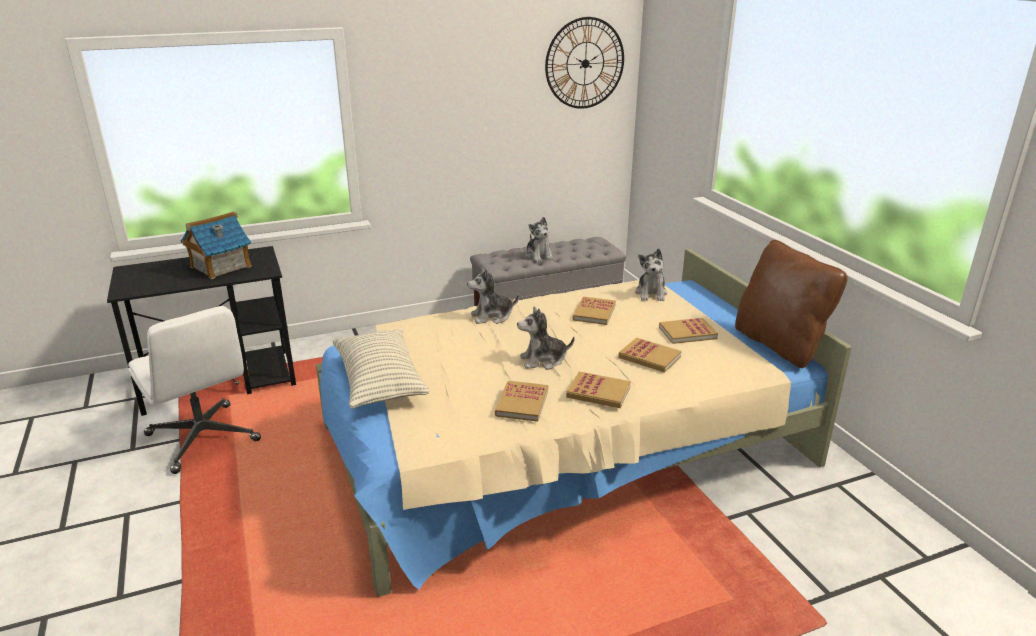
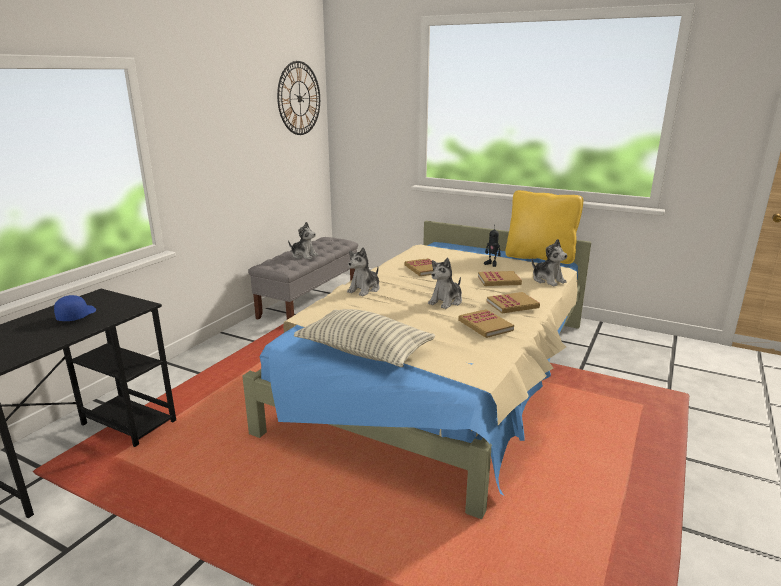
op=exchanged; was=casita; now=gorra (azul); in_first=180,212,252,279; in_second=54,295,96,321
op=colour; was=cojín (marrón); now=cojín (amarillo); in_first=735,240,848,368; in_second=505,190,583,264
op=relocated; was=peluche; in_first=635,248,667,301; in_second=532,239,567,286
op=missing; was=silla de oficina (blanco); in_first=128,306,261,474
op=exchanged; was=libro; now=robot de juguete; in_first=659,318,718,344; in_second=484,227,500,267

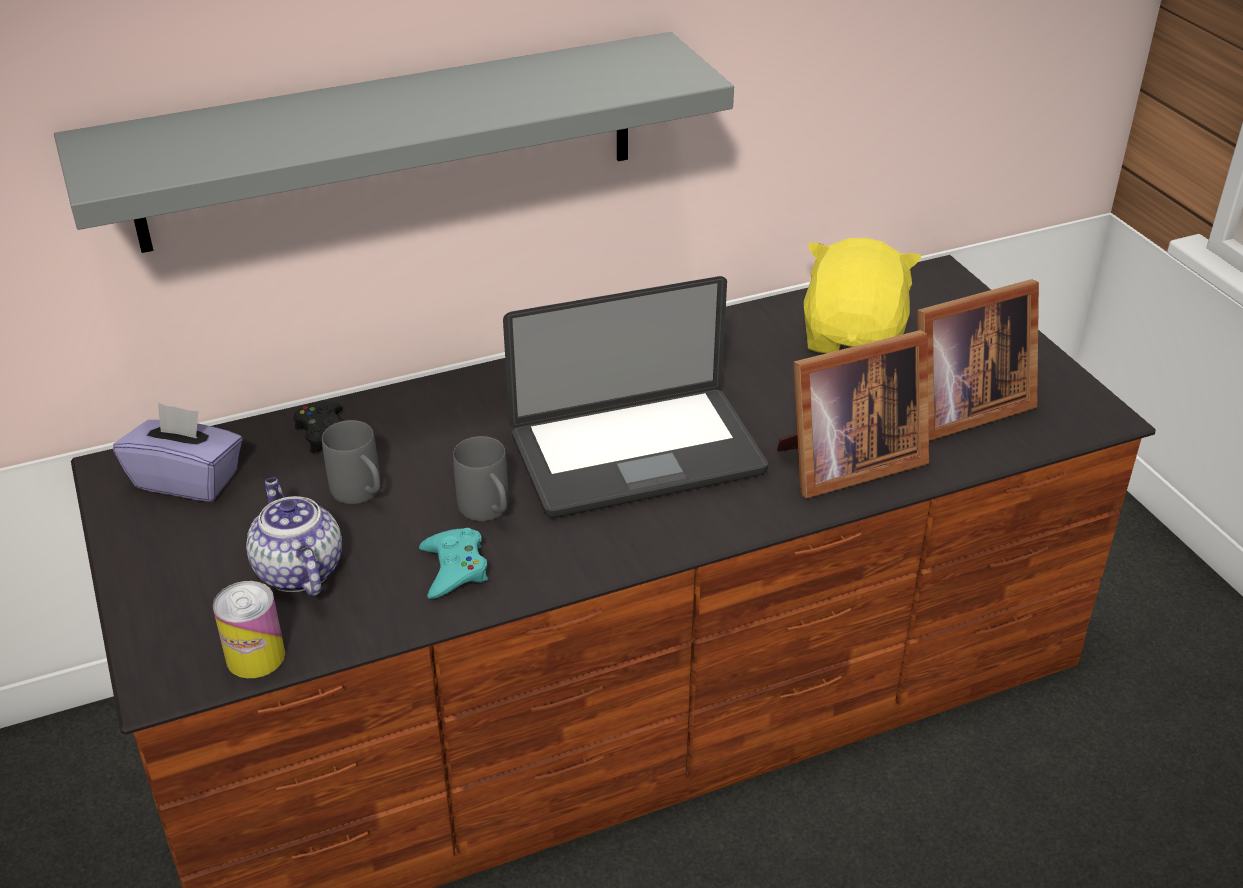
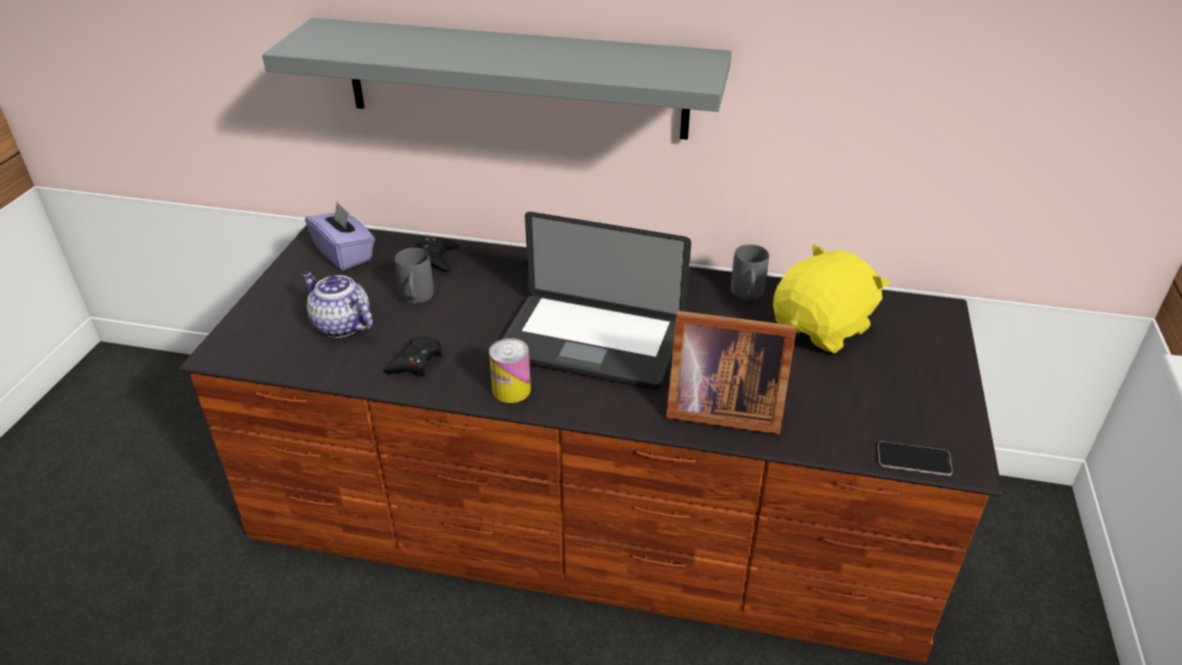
op=missing; was=portarretratos; in_first=917,279,1039,441
op=relocated; was=taza grande (gris); in_first=453,436,509,521; in_second=731,244,769,300
op=spun; was=tetera; in_first=246,478,342,596; in_second=302,272,373,338; clockwise=-60
op=colour; was=mando de consola (turquesa); now=mando de consola (negro); in_first=419,528,488,599; in_second=384,336,443,376
op=relocated; was=lata; in_first=213,581,285,678; in_second=489,338,531,403
op=appeared; now=móvil; in_second=878,441,953,476

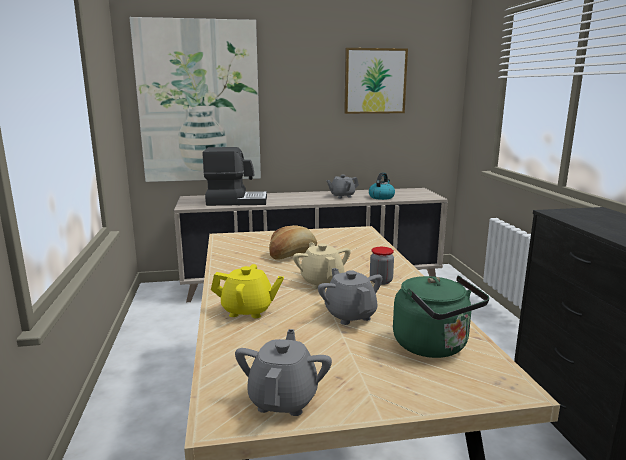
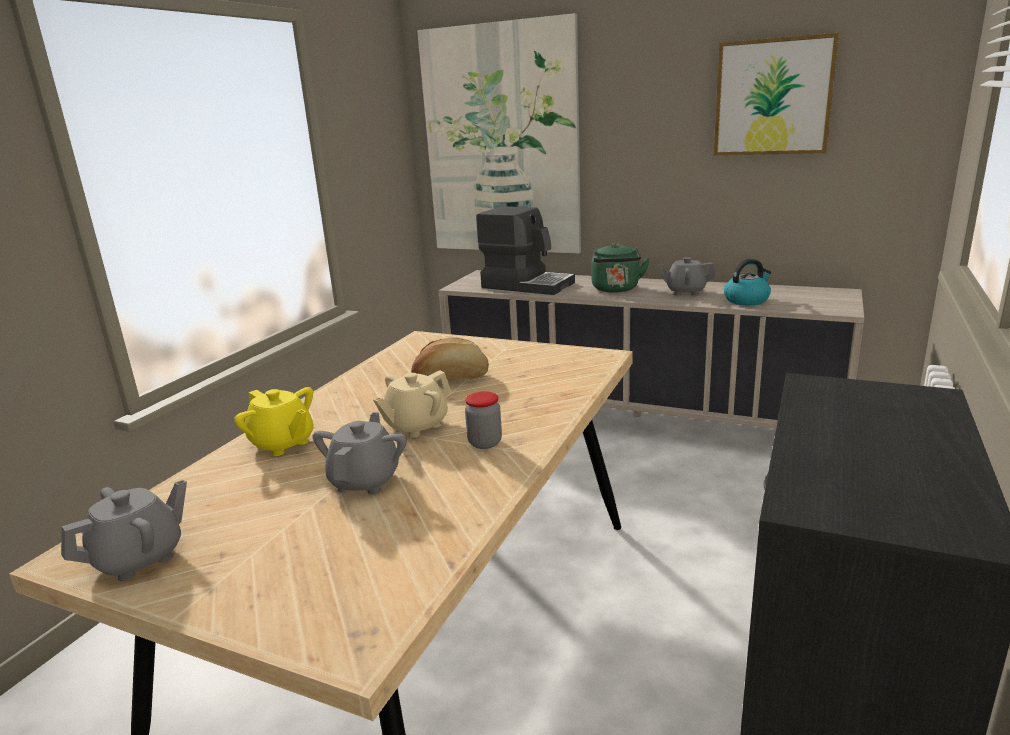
op=spun; was=tetera (beis); in_first=293,243,351,289; in_second=373,370,450,438; clockwise=-150
op=relocated; was=hervidor (verde); in_first=393,276,489,358; in_second=591,243,650,293

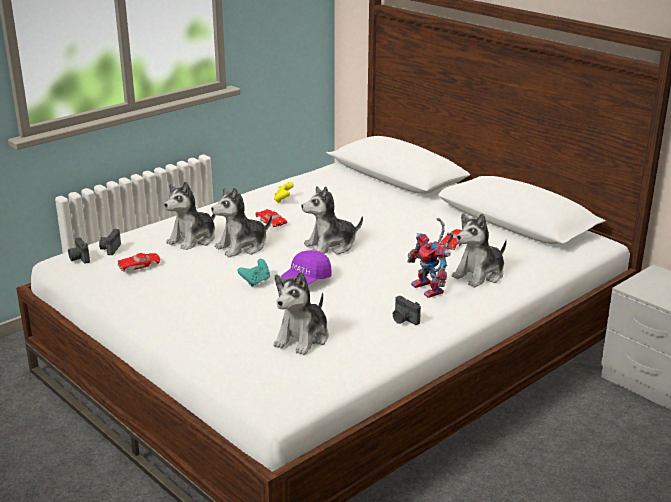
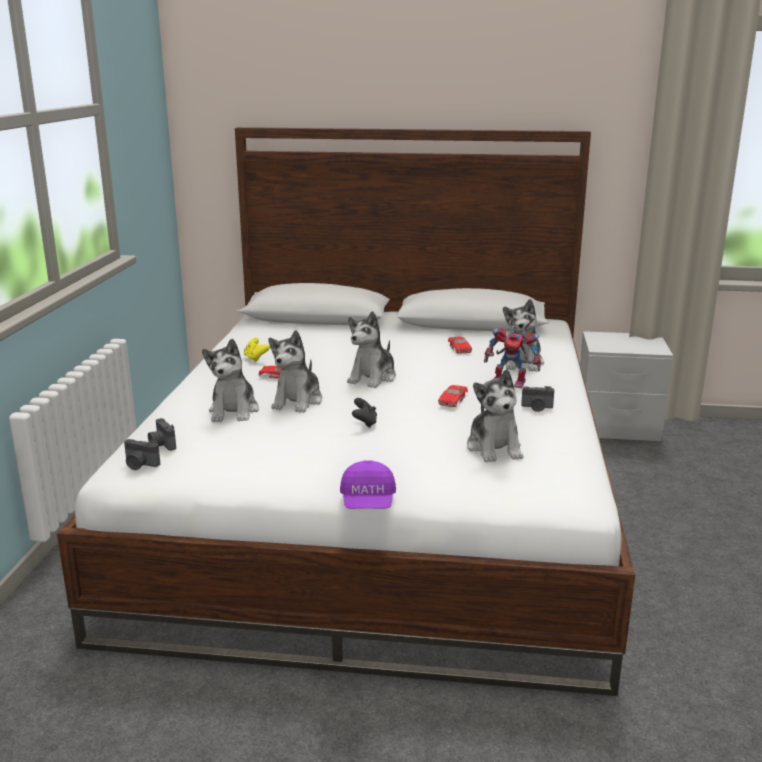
op=relocated; was=gorra (morado); in_first=281,250,332,284; in_second=340,461,396,509
op=relocated; was=coche de juguete (rojo); in_first=117,253,161,272; in_second=438,385,468,407
op=colour; was=mando de consola (turquesa); now=mando de consola (negro); in_first=238,259,270,287; in_second=352,398,377,428

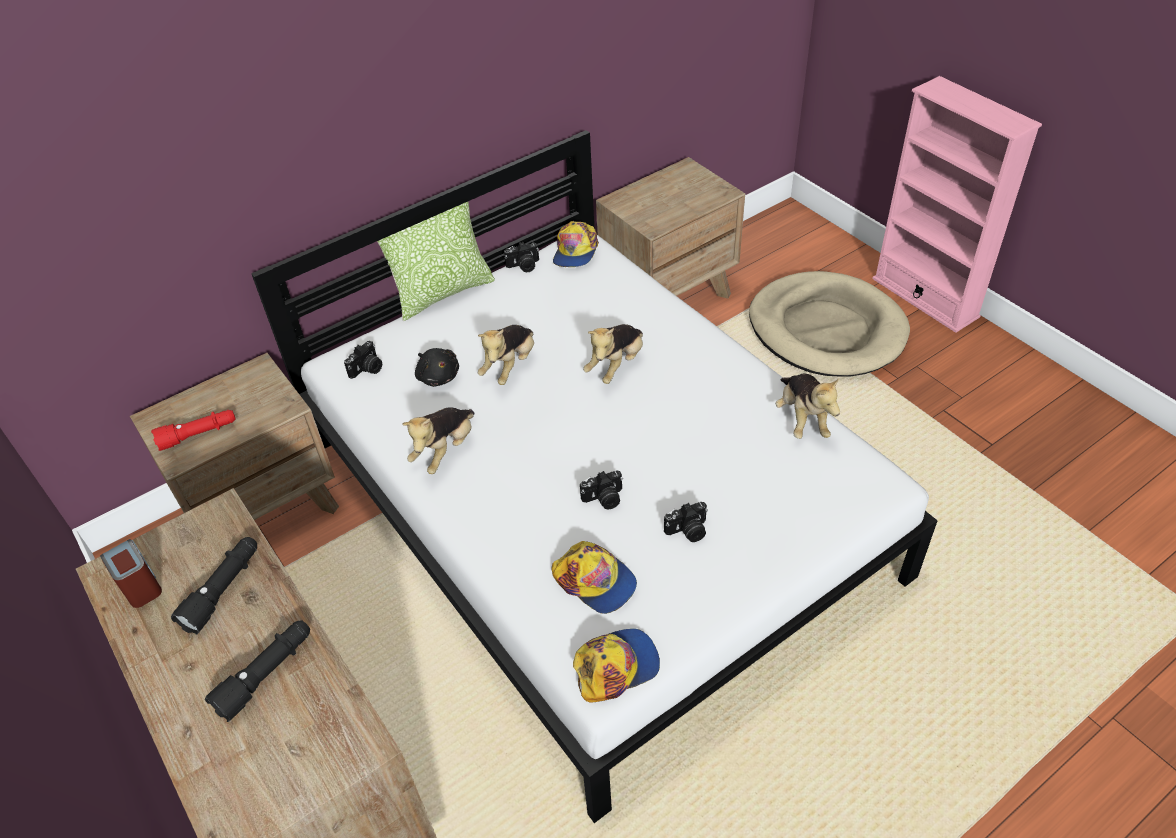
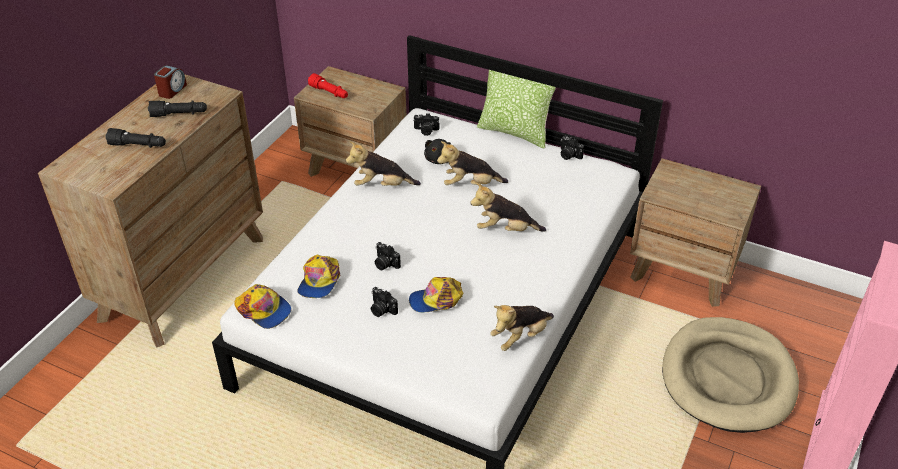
op=relocated; was=gorra; in_first=553,221,599,267; in_second=409,277,463,313

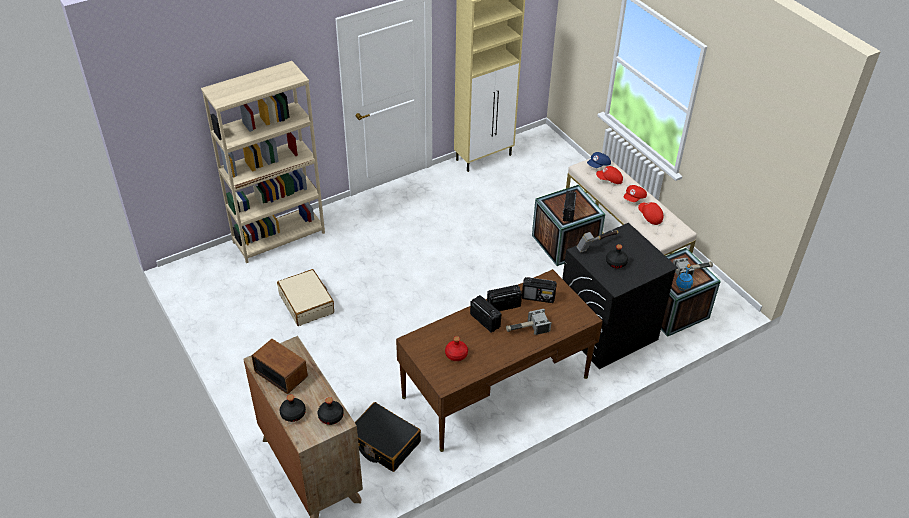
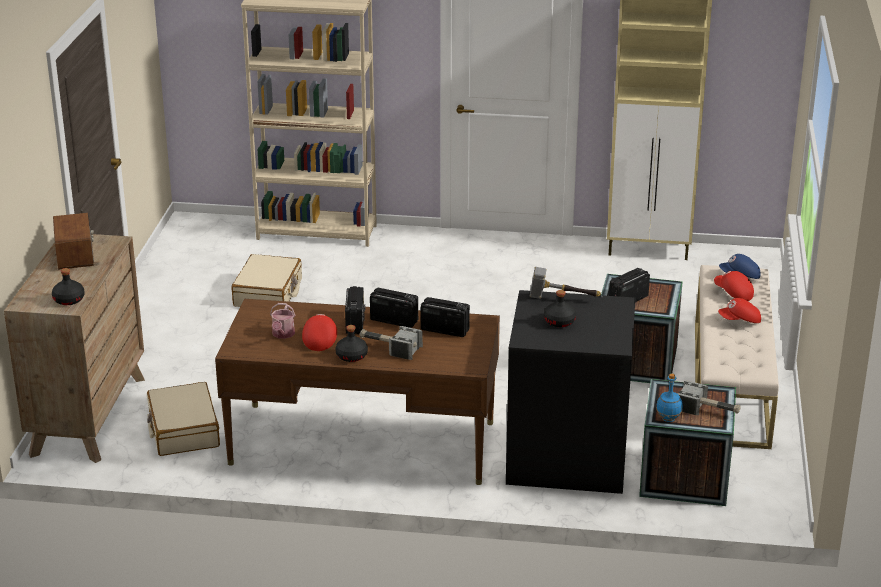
op=relocated; was=gorra (rojo); in_first=638,202,664,225; in_second=302,314,337,351
op=spun; was=radio; in_first=522,277,557,303; in_second=421,297,470,337; clockwise=150
op=exchanged; was=botella (rojo); now=regadera; in_first=445,336,468,361; in_second=270,303,295,339
op=relocated; was=botella (negro); in_first=280,394,306,422; in_second=335,325,368,362
op=colour; was=maleta (negro); now=maleta (beis); in_first=355,402,421,472; in_second=147,382,220,456

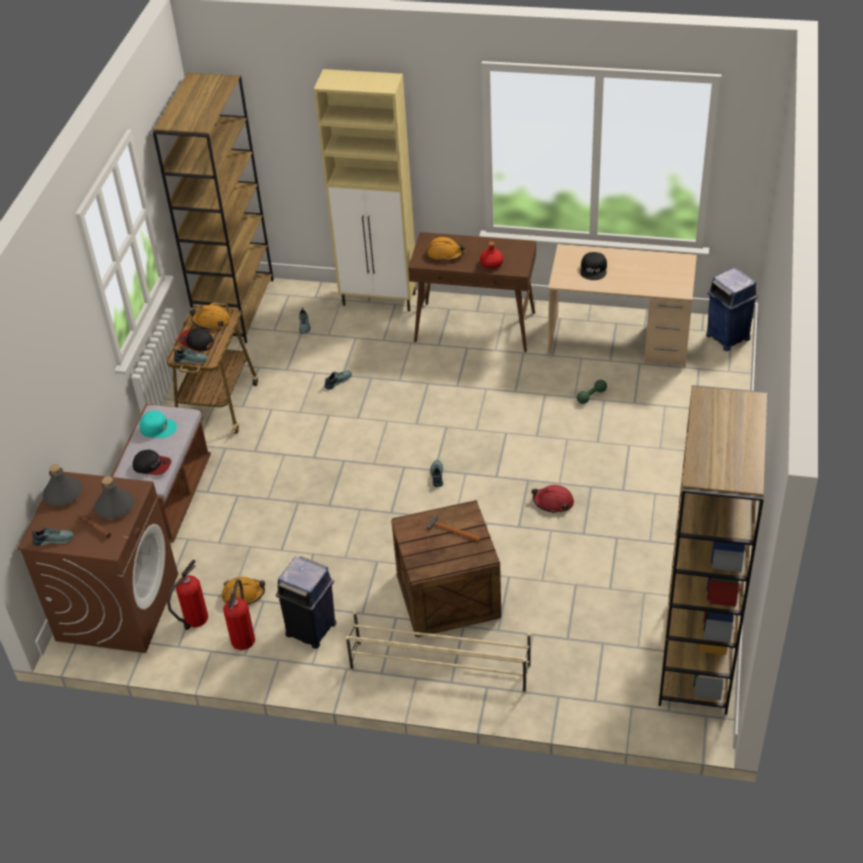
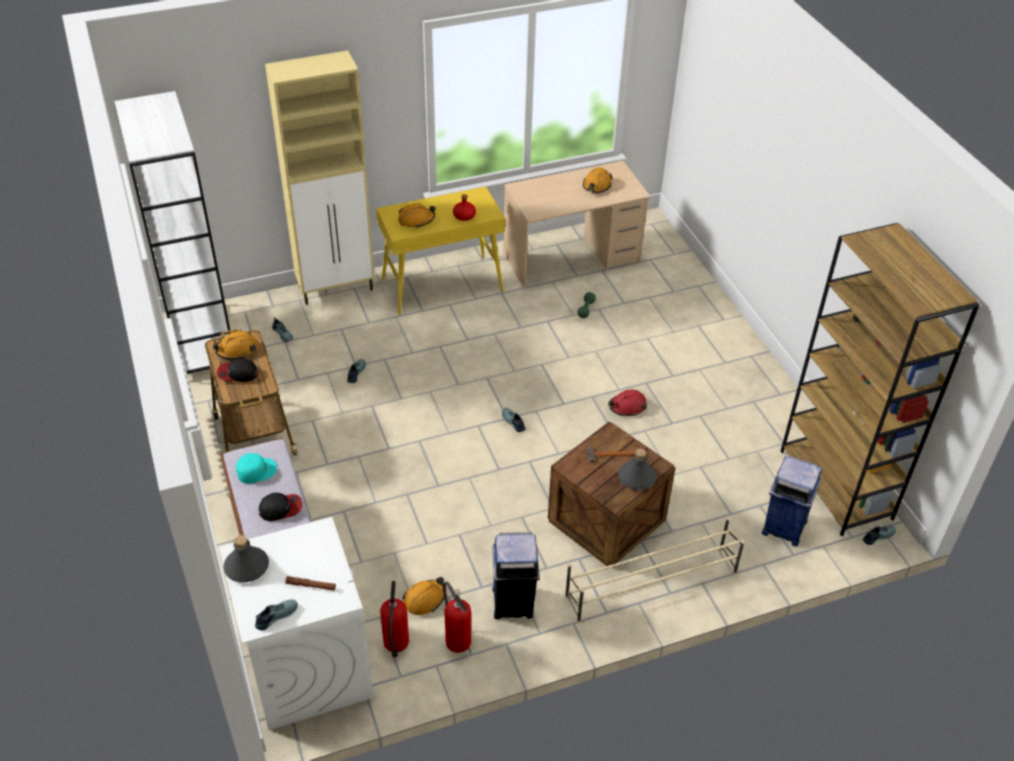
op=colour; was=estantería (marrón); now=estantería (blanco); in_first=153,73,274,343; in_second=114,91,230,374
op=colour; was=mesa consola (marrón); now=mesa consola (amarillo); in_first=408,232,536,352; in_second=376,186,505,315
op=missing; was=gorra (negro); in_first=580,252,607,280
op=relocated; was=papelera (azul); in_first=706,268,758,351; in_second=762,456,822,547
op=relocated; was=zapato; in_first=174,347,208,364; in_second=863,526,896,545
op=colour; was=lavadora (marrón); now=lavadora (blanco); in_first=17,472,178,653; in_second=219,517,374,730
op=relocated; was=botella (gris); in_first=95,476,134,519; in_second=618,449,657,490
op=appeared; now=casco (naranja); in_second=583,168,613,193

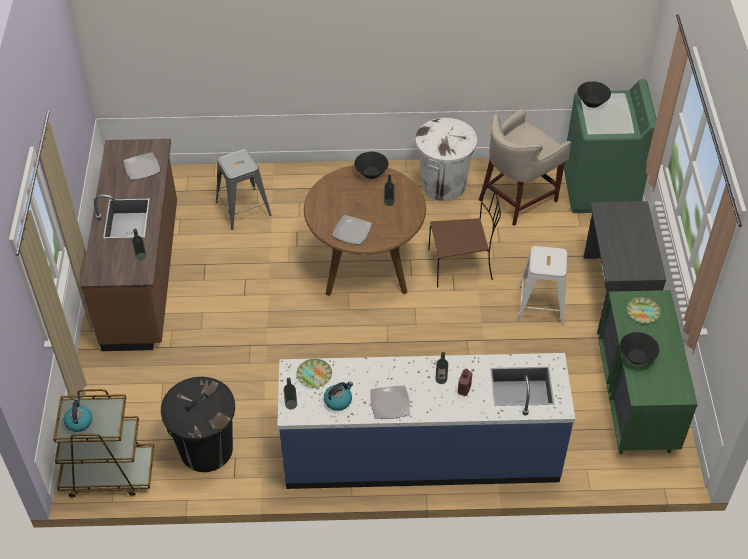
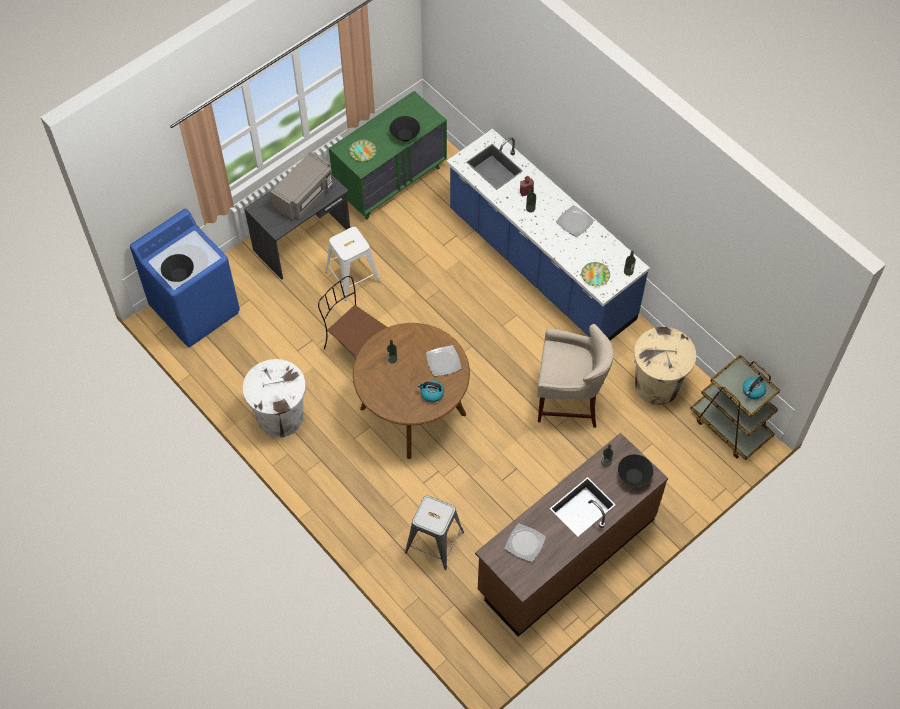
op=colour; was=lavadora (verde); now=lavadora (azul); in_first=564,79,657,213; in_second=130,209,240,347
op=relocated; was=taburete (beis); in_first=479,109,571,226; in_second=537,324,614,428
op=relocated; was=cuenco (negro); in_first=354,152,389,179; in_second=618,454,653,486
op=colour; was=papelera (negro); now=papelera (beis); in_first=161,377,235,472; in_second=634,327,696,405
op=relocated; was=hervidor; in_first=324,382,353,411; in_second=417,380,444,403
op=appeared; now=microondas (gris); in_second=271,152,333,220

